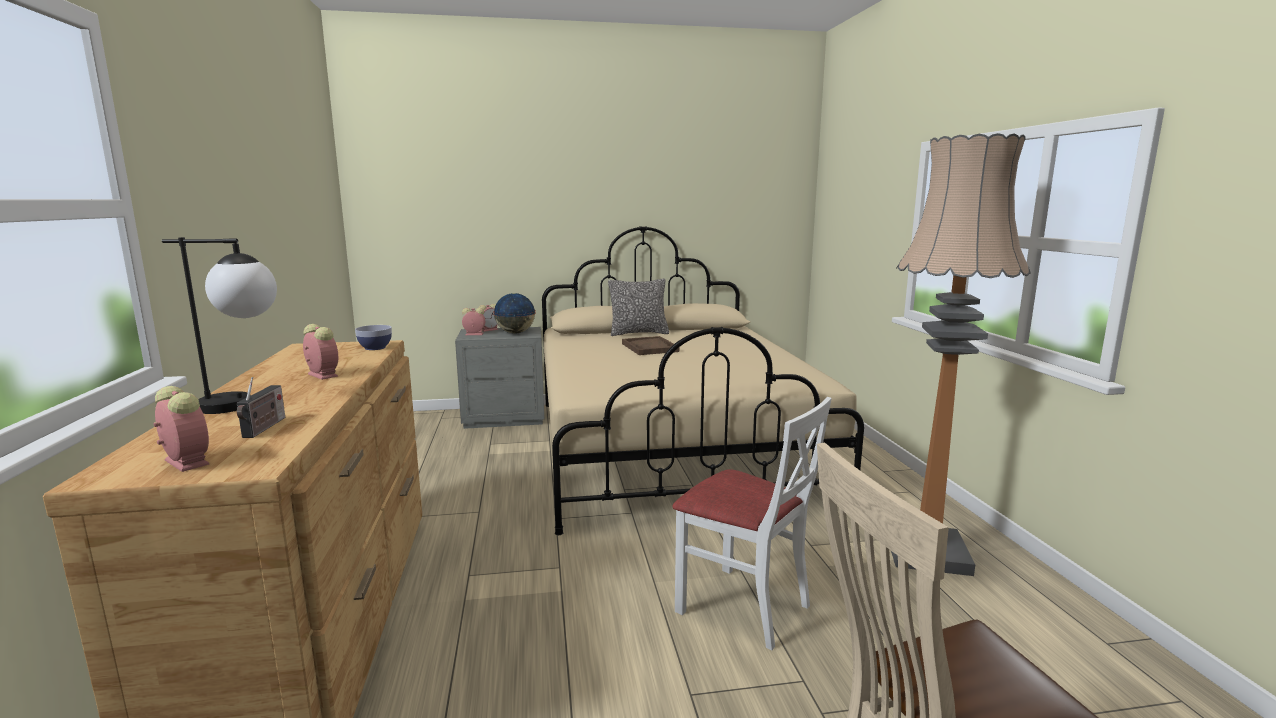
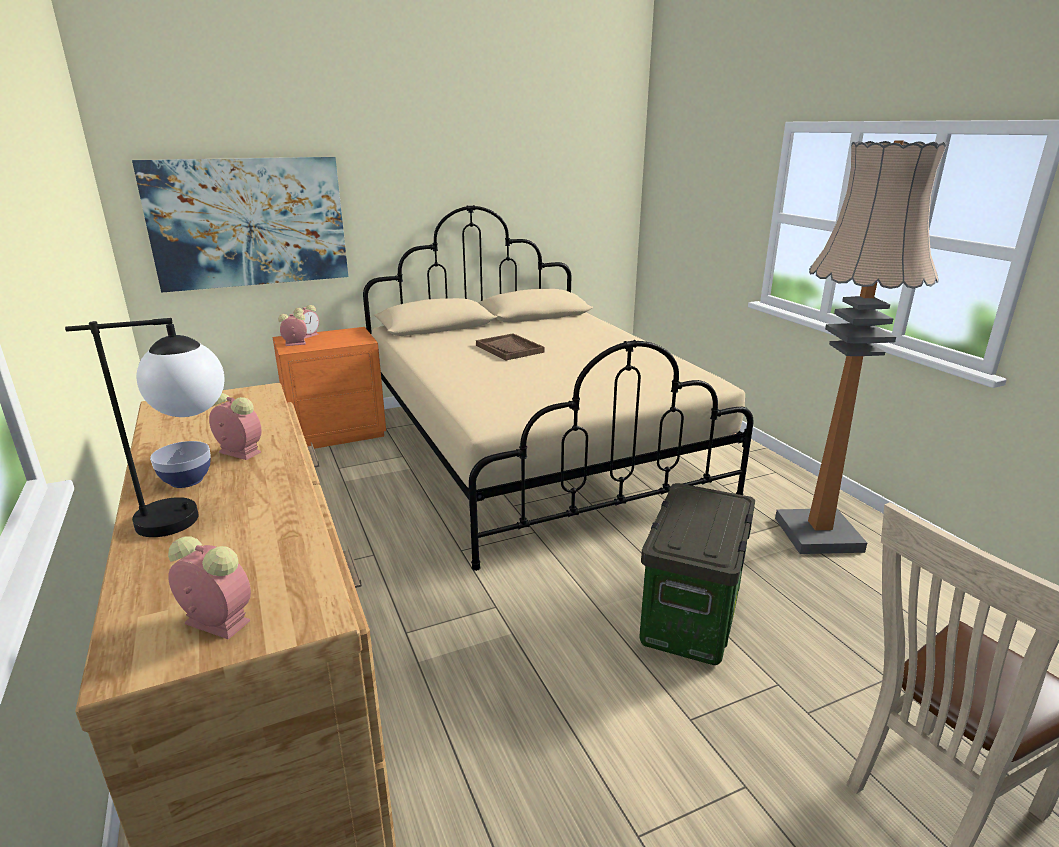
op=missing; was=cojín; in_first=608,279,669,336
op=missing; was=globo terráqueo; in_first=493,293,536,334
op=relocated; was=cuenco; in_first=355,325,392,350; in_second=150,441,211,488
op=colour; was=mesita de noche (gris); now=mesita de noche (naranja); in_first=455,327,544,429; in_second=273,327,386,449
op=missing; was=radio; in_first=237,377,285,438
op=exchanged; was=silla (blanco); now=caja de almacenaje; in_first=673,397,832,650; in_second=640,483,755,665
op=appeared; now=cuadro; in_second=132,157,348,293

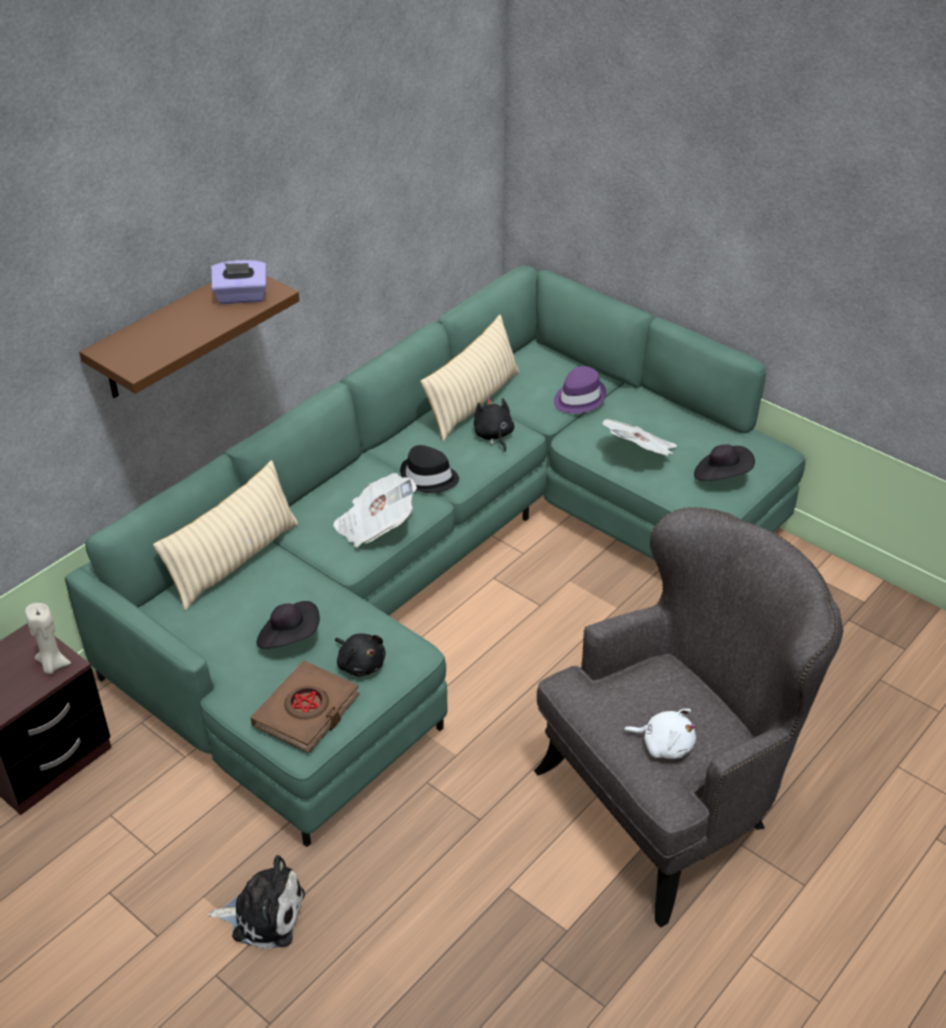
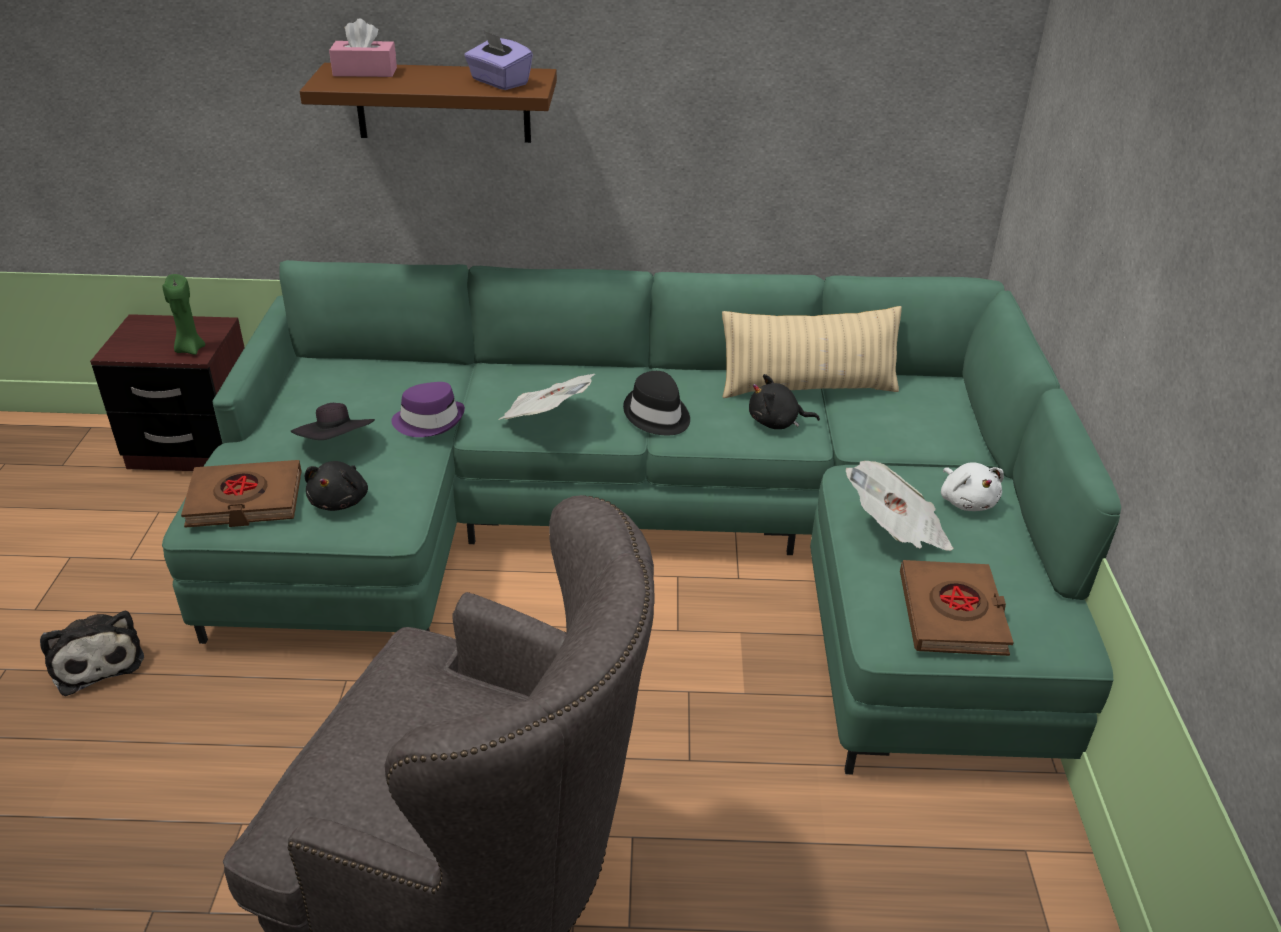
op=relocated; was=sombrero (morado); in_first=554,366,606,413; in_second=391,382,465,437
op=spun; was=peluche (negro); in_first=474,397,514,452; in_second=749,374,820,429; clockwise=-120
op=exchanged; was=sombrero (negro); now=libro (marrón); in_first=694,445,755,481; in_second=900,560,1014,656
op=missing; was=cojín (beis); in_first=153,460,299,611
op=colour; was=vela (beis); now=vela (verde); in_first=25,603,71,674; in_second=162,274,205,355
op=relocated; was=peluche (blanco); in_first=623,709,696,759; in_second=941,462,1004,511
op=appeared; now=caja de pañuelos (rosa); in_second=329,19,397,77

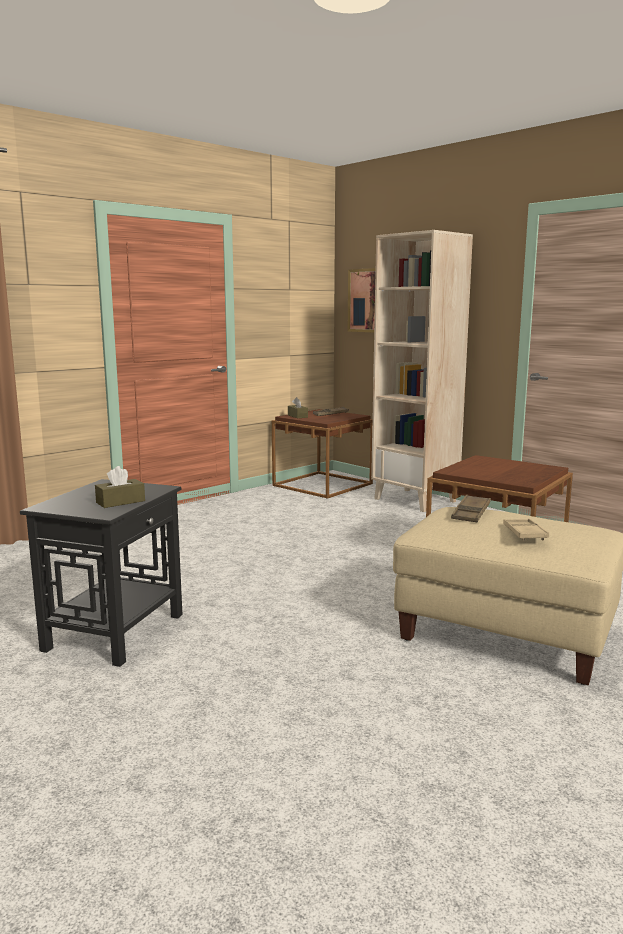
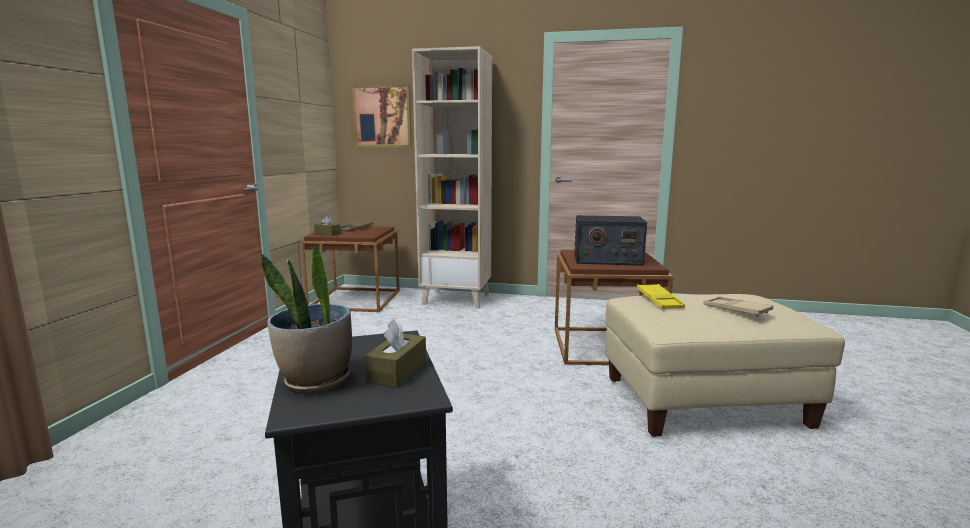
op=colour; was=bandeja (marrón); now=bandeja (amarillo); in_first=451,495,491,522; in_second=637,284,685,309
op=appeared; now=radio; in_second=574,215,647,266
op=appeared; now=planta en maceta; in_second=260,245,352,393

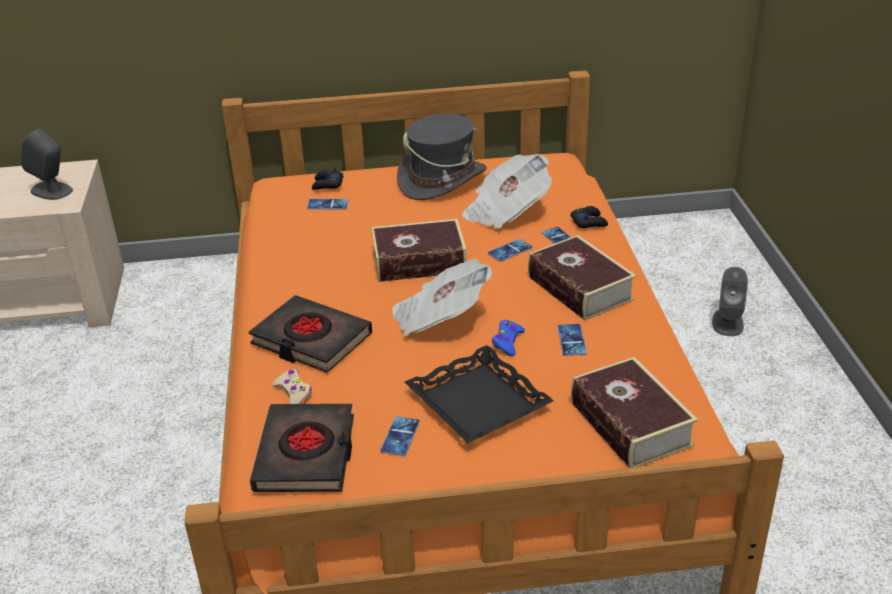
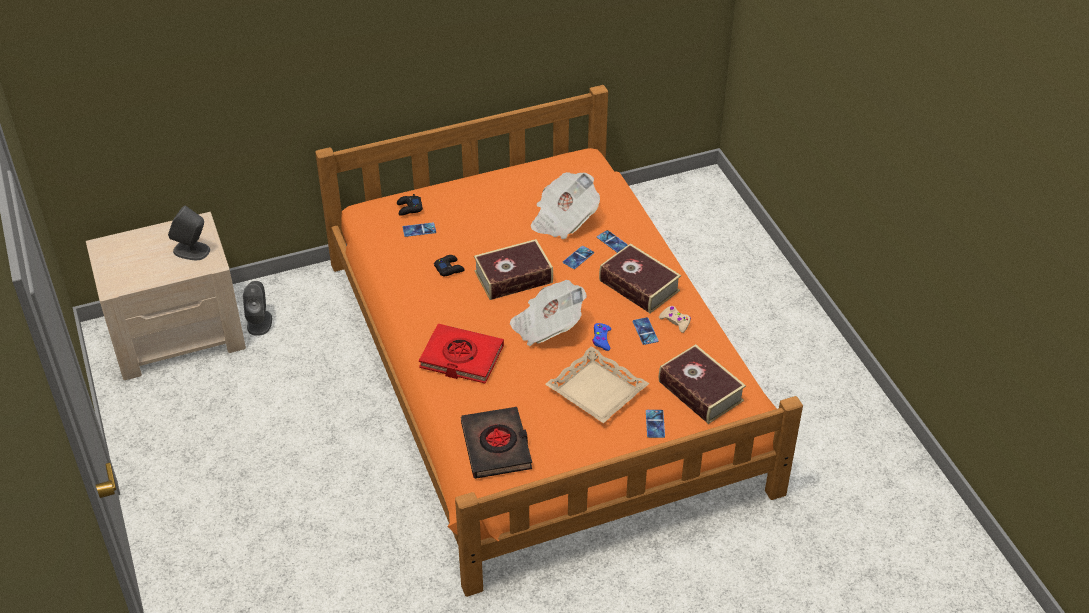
op=missing; was=sombrero (gris); in_first=397,114,487,200
op=relocated; was=mando de consola (negro); in_first=570,206,608,228; in_second=434,255,464,276
op=relocated; was=altavoz (gris); in_first=712,267,748,336; in_second=243,281,272,336
op=colour; was=libro (negro); now=libro (rojo); in_first=249,295,372,373; in_second=419,324,504,384
op=colour; was=bandeja (negro); now=bandeja (beis); in_first=405,345,554,443; in_second=545,346,650,423
op=relocated; was=mando de consola (beis); in_first=272,369,312,404; in_second=659,306,691,333
op=relocated; was=móvil; in_first=380,416,420,456; in_second=646,410,665,438

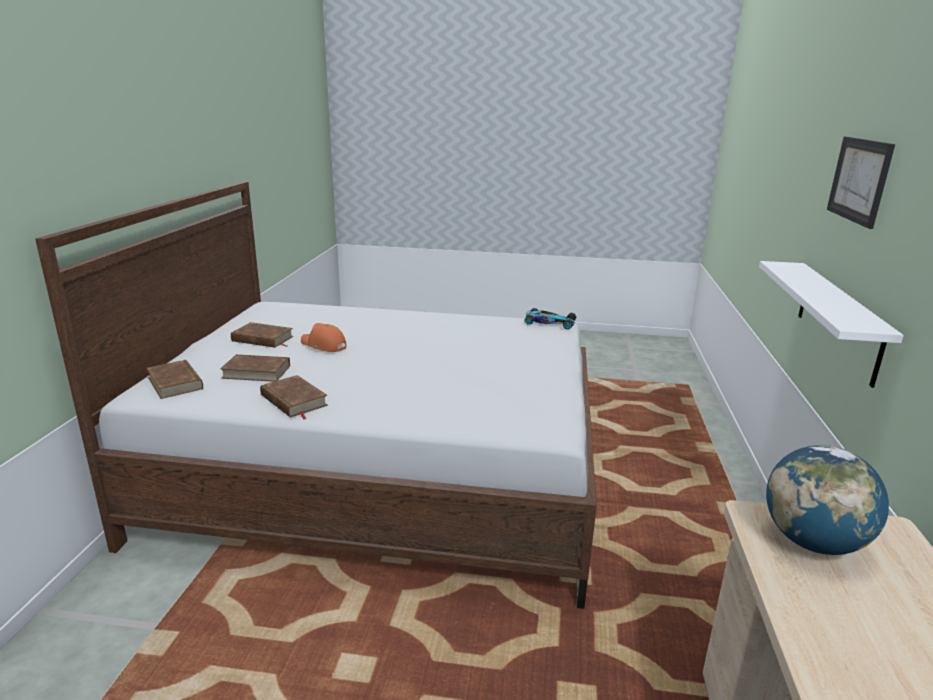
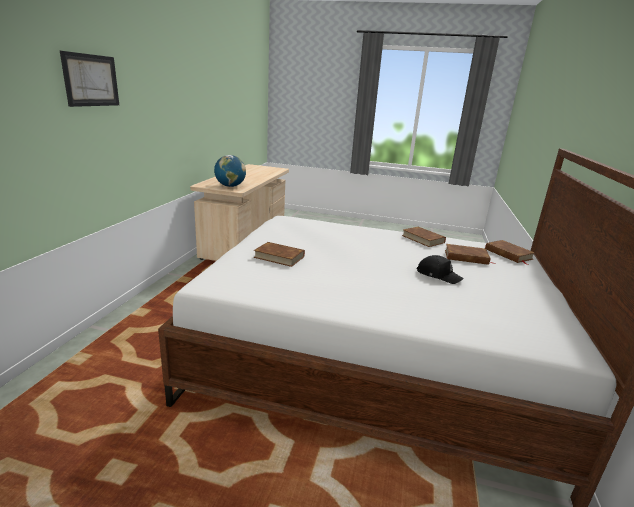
op=missing; was=estante (blanco); in_first=759,261,904,388
op=missing; was=coche de juguete; in_first=524,308,576,329
op=relocated; was=libro (marrón); in_first=231,322,294,348; in_second=254,242,305,267
op=colour; was=gorra (naranja); now=gorra (negro); in_first=301,323,346,352; in_second=417,255,464,284

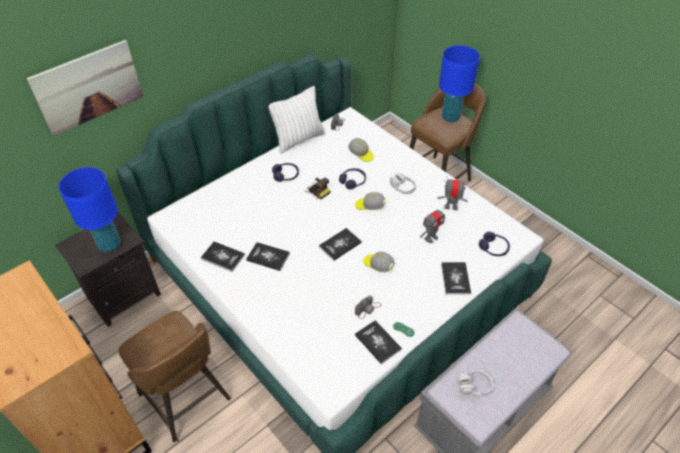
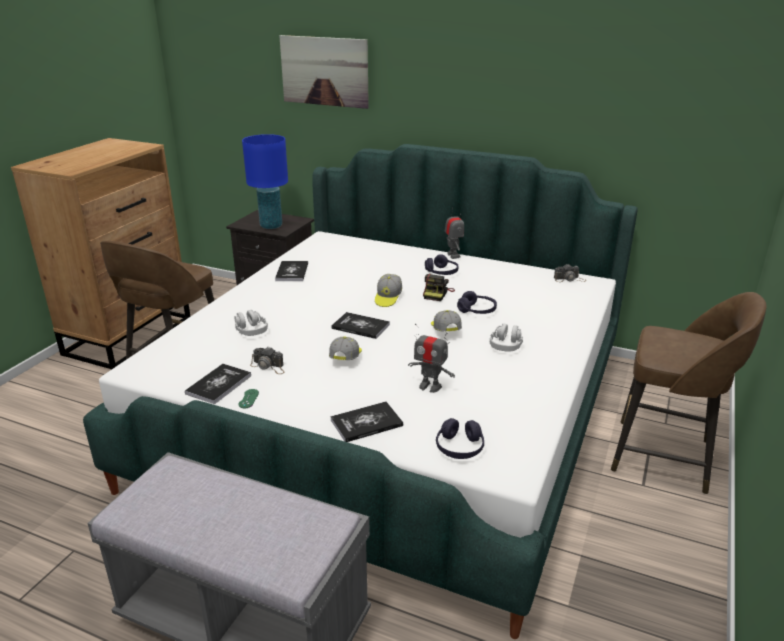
op=missing; was=lámpara de mesa (azul); in_first=439,45,480,122
op=missing; was=cojín (blanco); in_first=269,86,326,154
op=relocated; was=gorra; in_first=348,138,374,162; in_second=375,274,402,307
op=relocated; was=robot de juguete; in_first=438,178,468,210; in_second=445,207,464,259
op=missing; was=libro; in_first=246,242,290,271
op=relocated; was=auriculares (gris); in_first=457,370,493,397; in_second=235,309,268,336

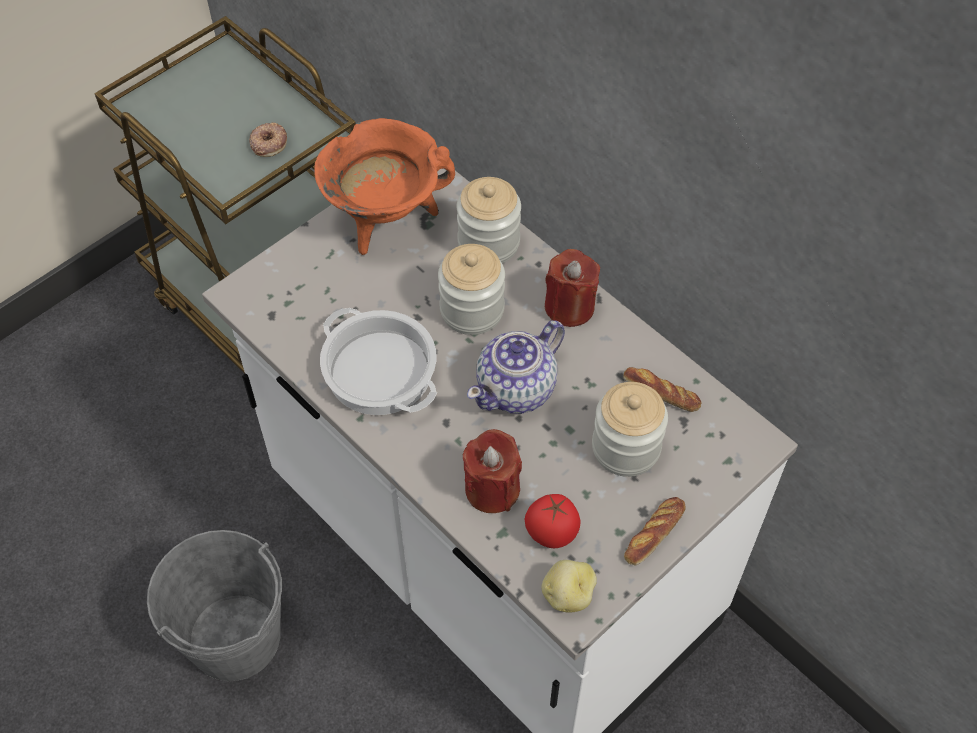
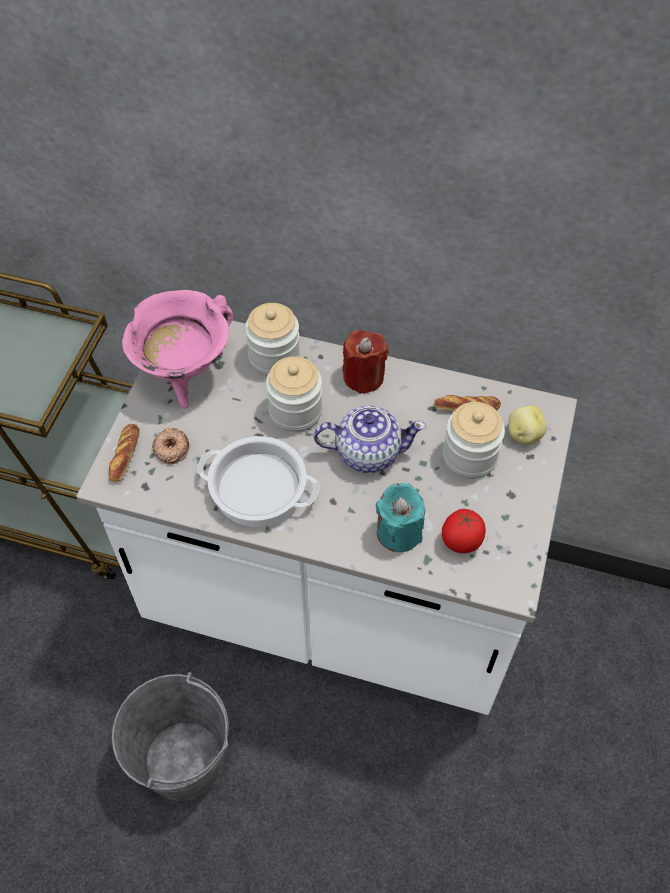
op=colour; was=olla (naranja); now=olla (rosa); in_first=314,118,455,255; in_second=122,290,233,409
op=relocated; was=rosquilla; in_first=249,123,287,157; in_second=152,428,189,465
op=spun; was=tetera; in_first=467,320,565,414; in_second=314,405,426,473; clockwise=-105
op=colour; was=vela (rojo); now=vela (turquesa); in_first=463,429,522,513; in_second=376,483,425,552
op=relocated; was=pan; in_first=624,497,686,566; in_second=109,424,140,483
op=relocated; was=patata; in_first=541,560,597,613; in_second=509,405,547,445

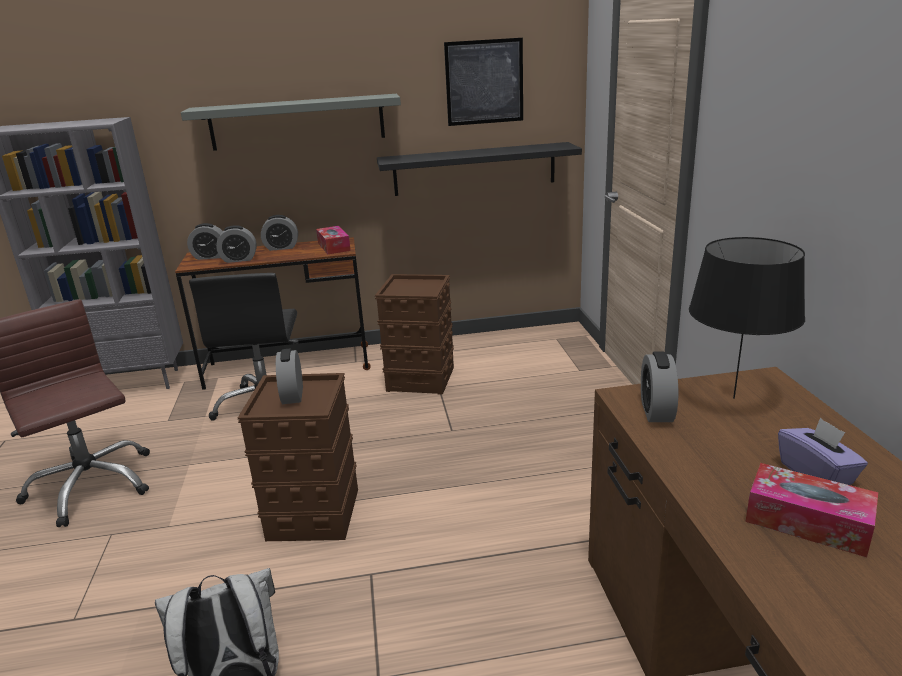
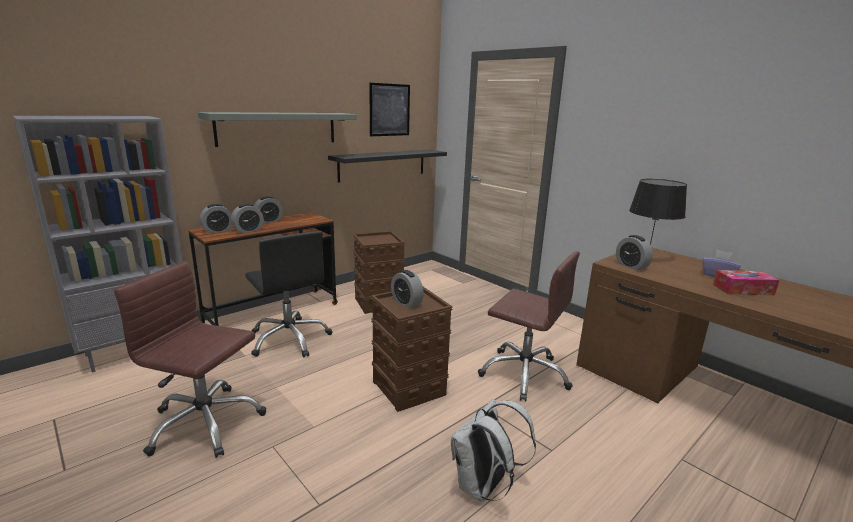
op=missing; was=caja de pañuelos; in_first=316,226,351,254
op=appeared; now=silla de oficina (marrón); in_second=478,251,580,402

